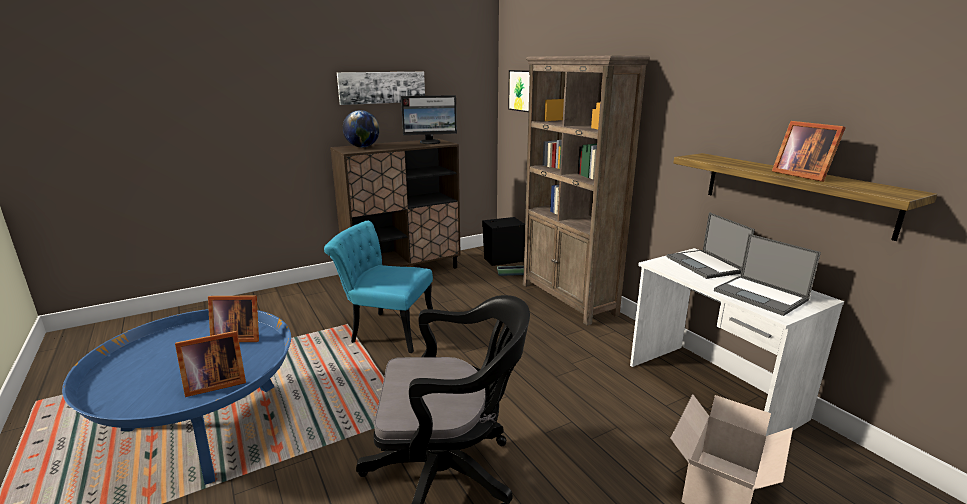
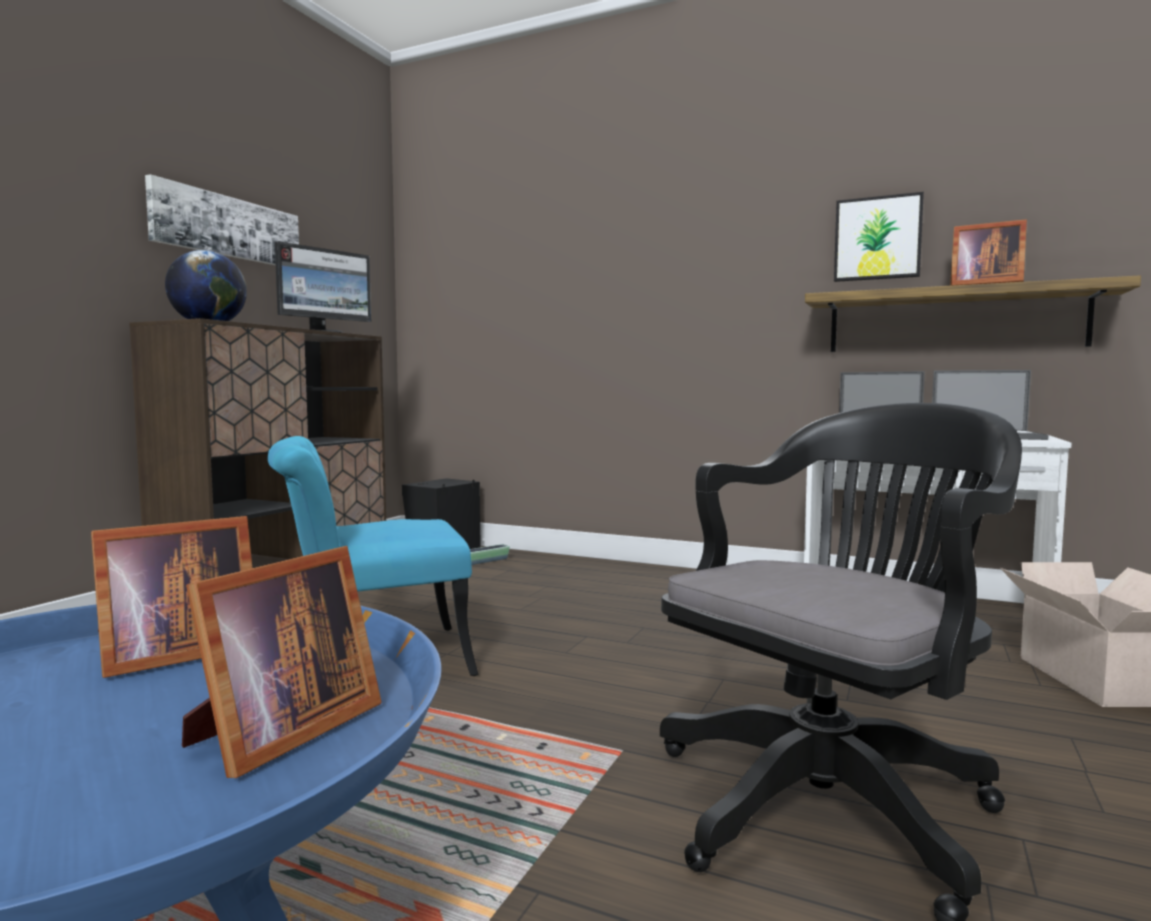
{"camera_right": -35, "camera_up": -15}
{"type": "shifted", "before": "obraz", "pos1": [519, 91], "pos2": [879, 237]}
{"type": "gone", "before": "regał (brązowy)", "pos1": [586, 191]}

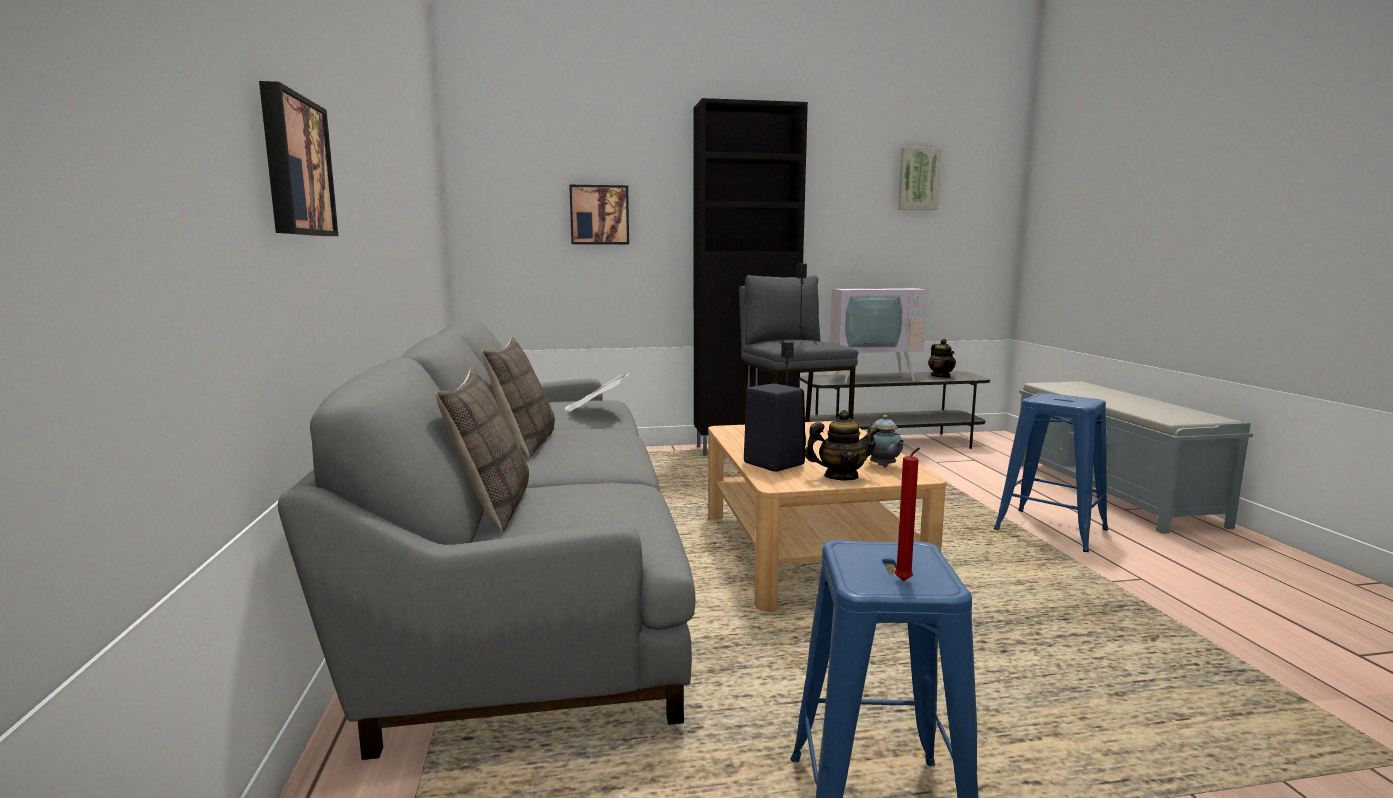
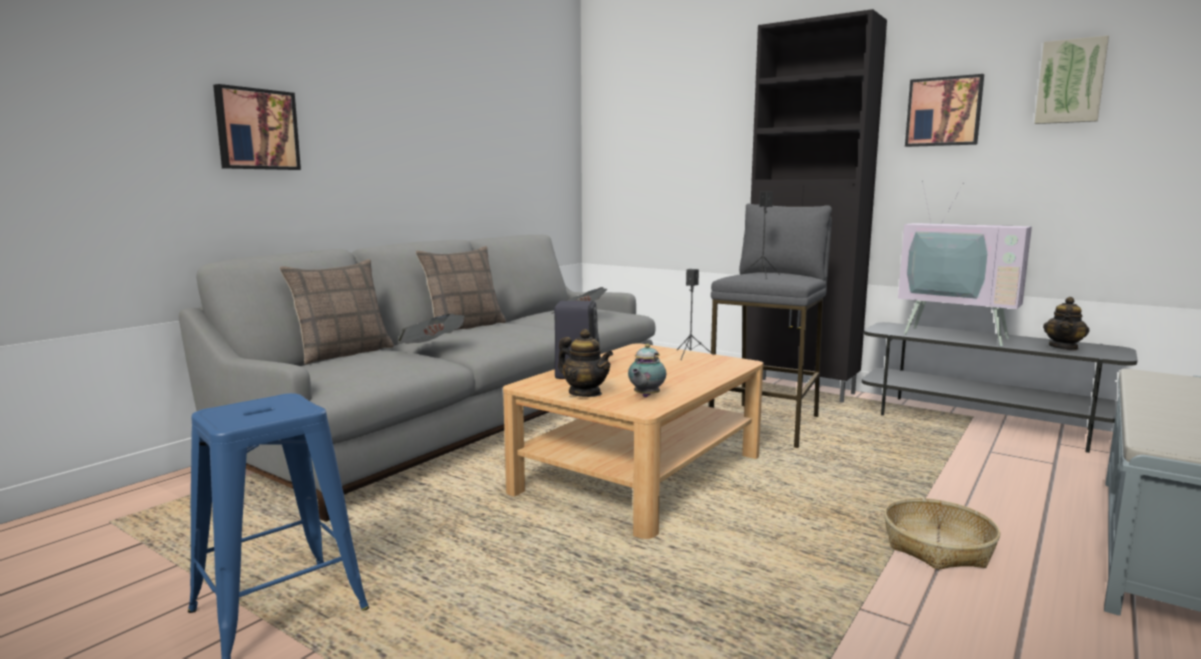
{"camera_right": 45, "camera_up": 0}
{"type": "new", "after": "gazeta", "pos2": [430, 329]}
{"type": "swapped", "before": "stołek (niebieski)", "after": "koszyk", "pos1": [1051, 472], "pos2": [942, 534]}
{"type": "shifted", "before": "obraz", "pos1": [599, 214], "pos2": [944, 110]}
{"type": "gone", "before": "świeca (czerwony)", "pos1": [907, 514]}

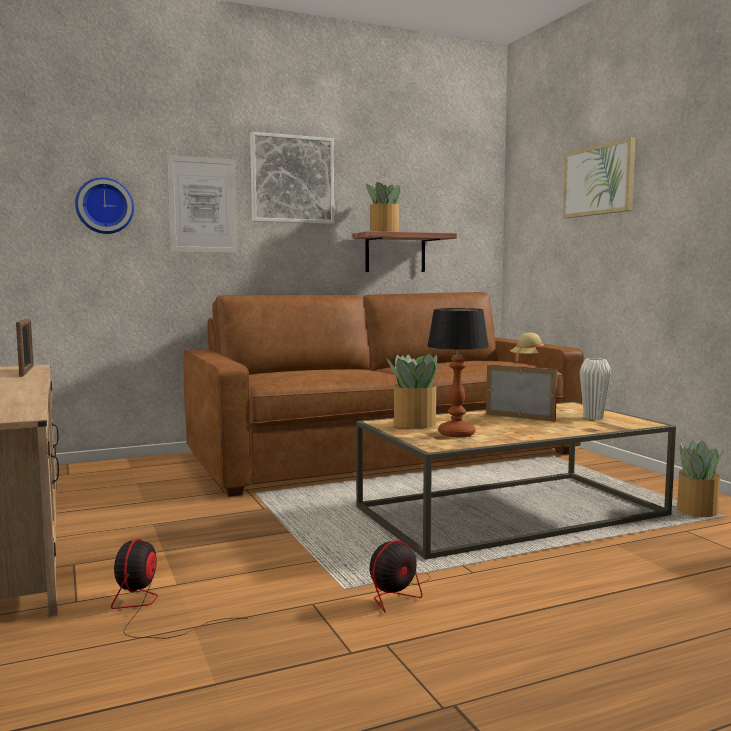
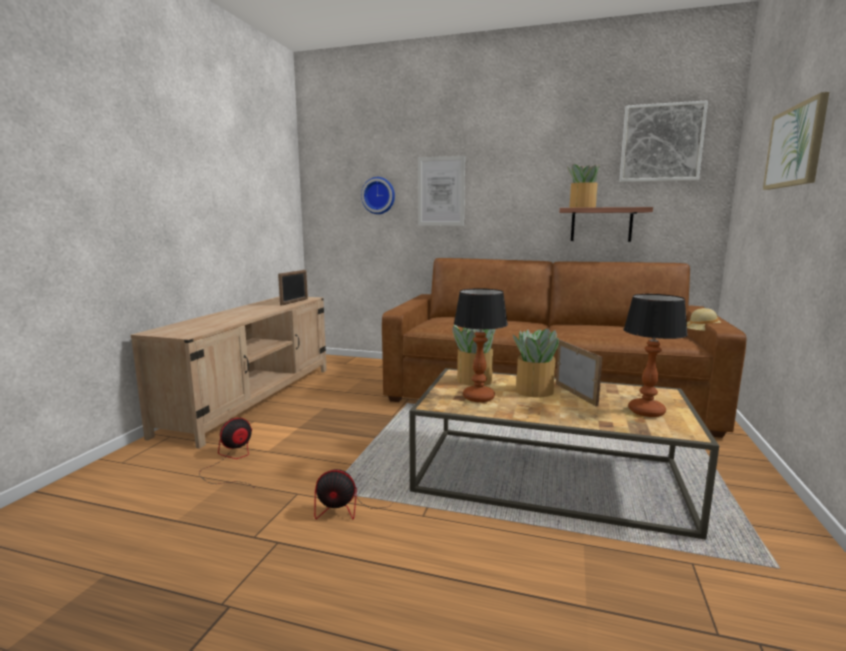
{"camera_right": 40, "camera_up": 5}
{"type": "shifted", "before": "roślina doniczkowa", "pos1": [700, 478], "pos2": [536, 363]}
{"type": "shifted", "before": "obraz", "pos1": [292, 178], "pos2": [663, 141]}
{"type": "swapped", "before": "wazon (biały)", "after": "lampa stołowa", "pos1": [595, 389], "pos2": [656, 355]}

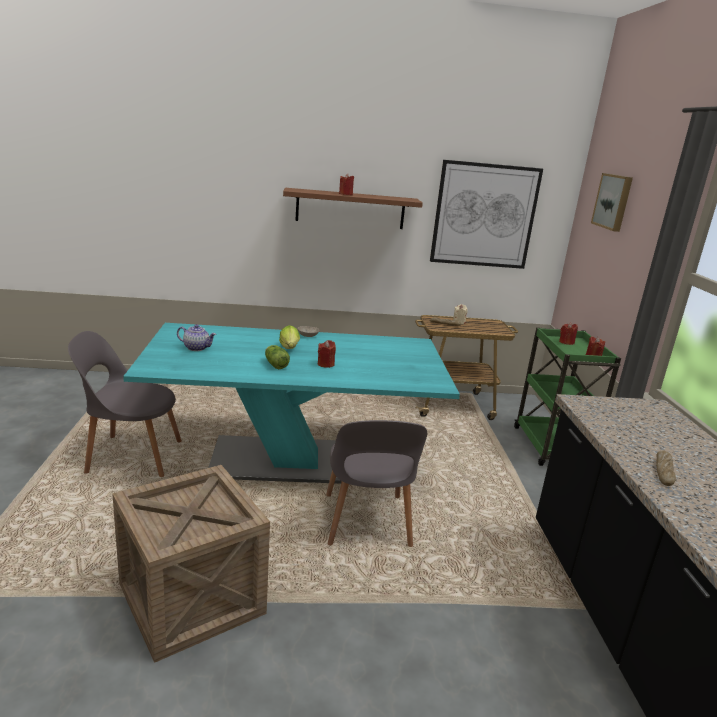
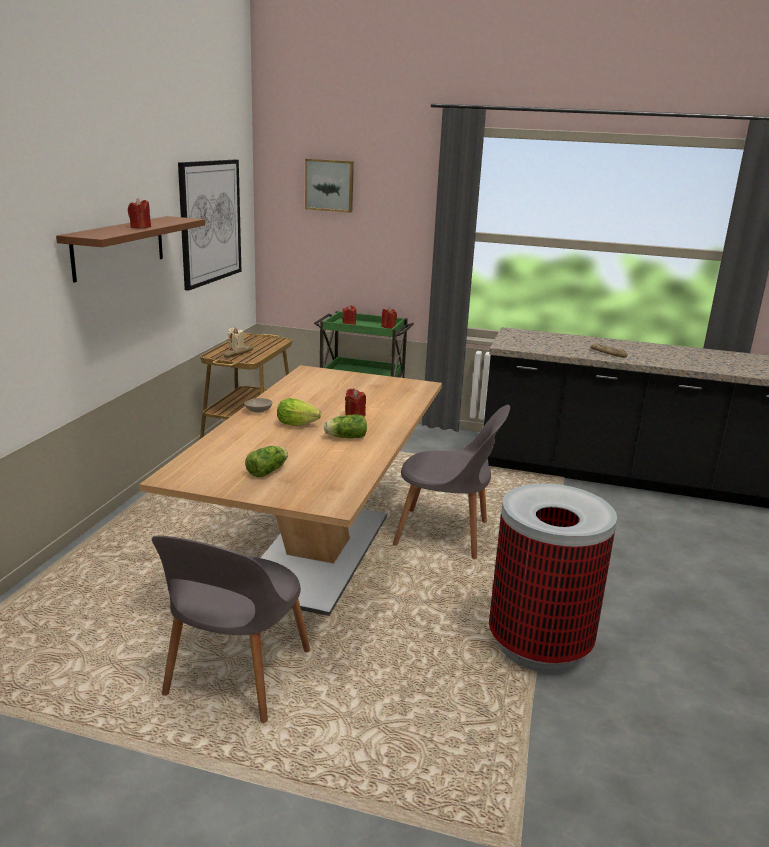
{"camera_right": -70, "camera_up": 0}
{"type": "repainted", "before": "stół jadalny (turkusowy)", "after": "stół jadalny (beżowy)", "pos1": [291, 403], "pos2": [290, 490]}
{"type": "swapped", "before": "imbryk", "after": "sałata", "pos1": [196, 337], "pos2": [266, 461]}
{"type": "swapped", "before": "skrzynka", "after": "kosz na śmieci", "pos1": [191, 564], "pos2": [553, 578]}

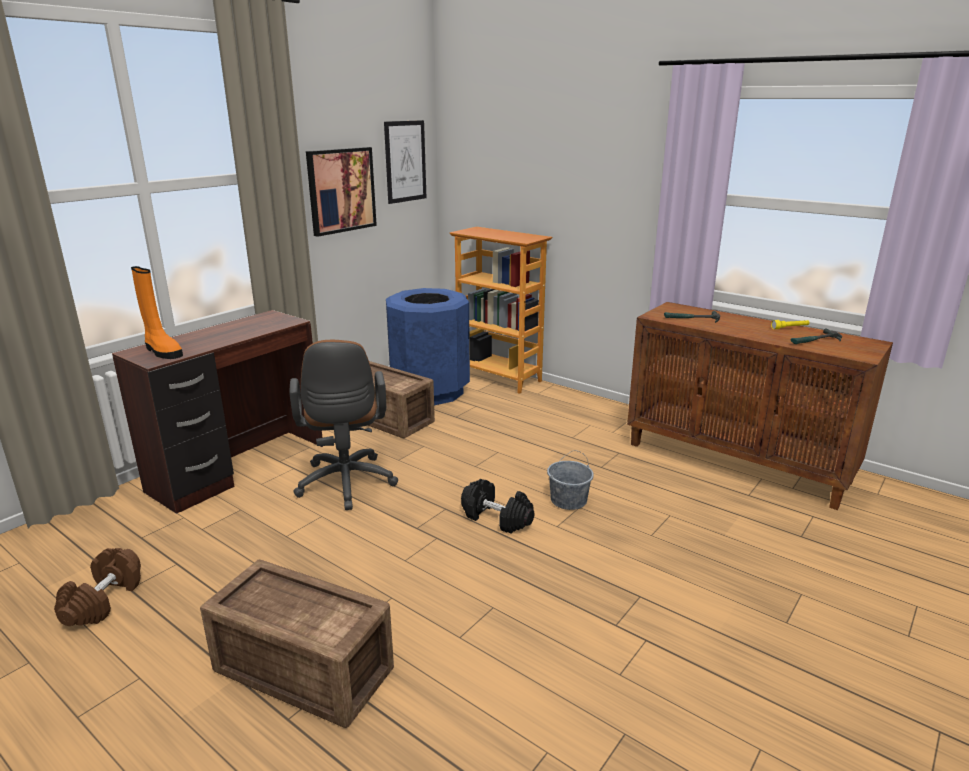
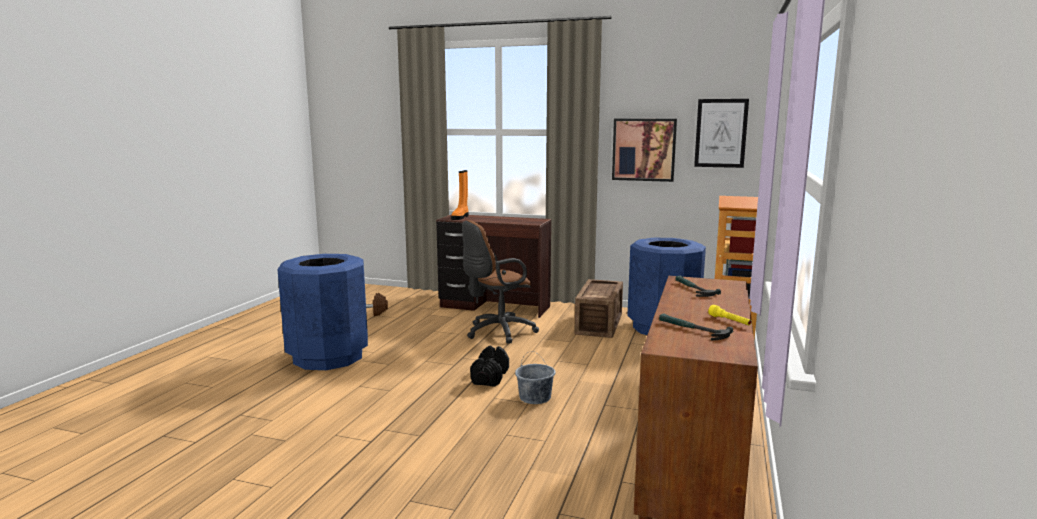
{"camera_right": 70, "camera_up": -10}
{"type": "swapped", "before": "skrzynka", "after": "kosz na śmieci (niebieski)", "pos1": [297, 644], "pos2": [323, 312]}

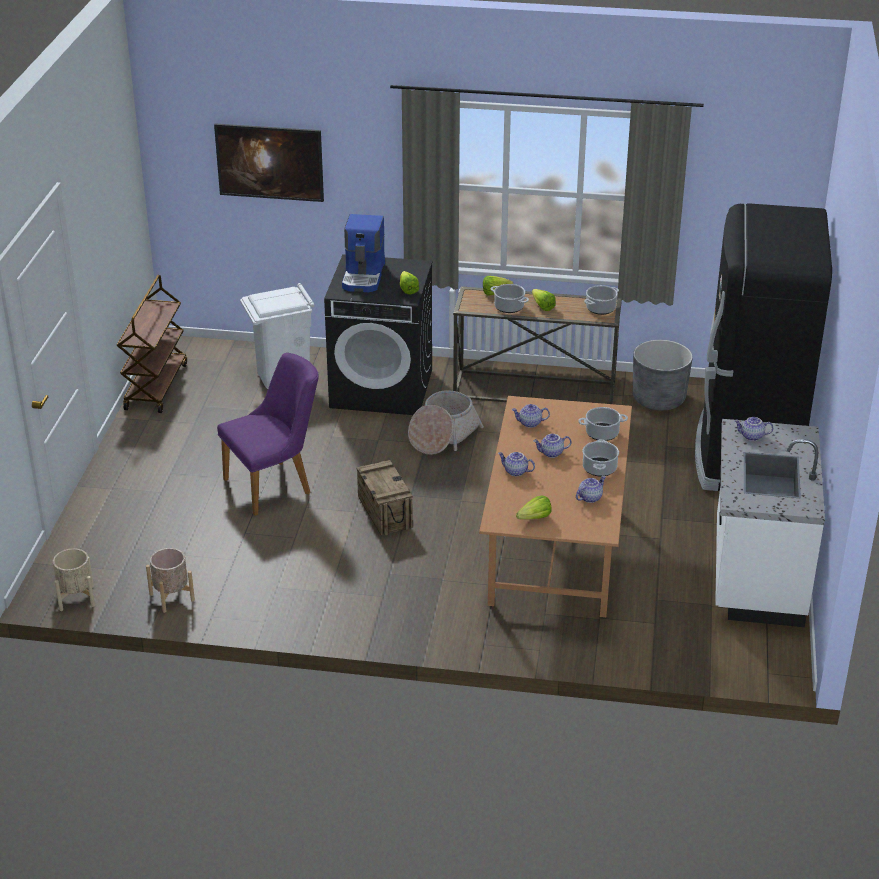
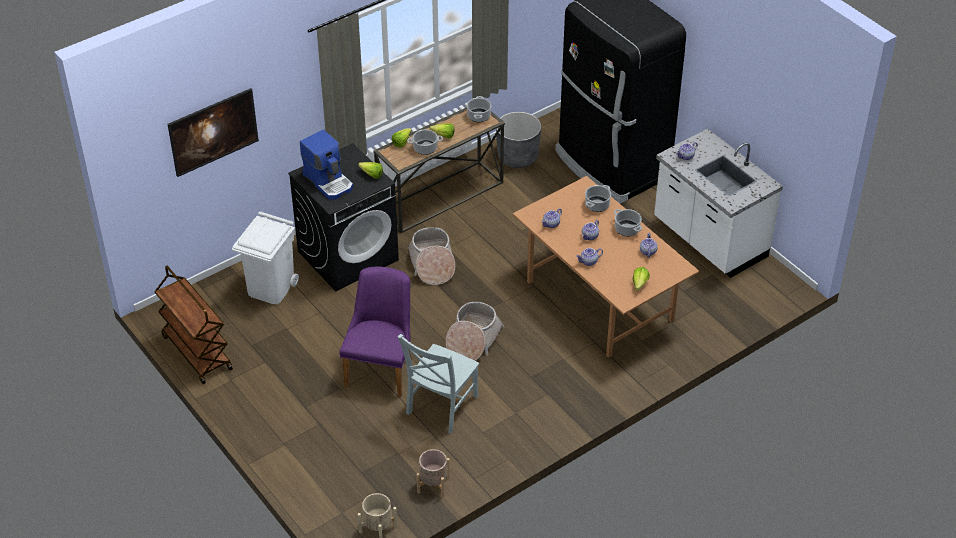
{"camera_right": -45, "camera_up": 10}
{"type": "new", "after": "krzesło (szary)", "pos2": [438, 384]}
{"type": "swapped", "before": "skrzynka", "after": "koszyk", "pos1": [384, 498], "pos2": [475, 331]}

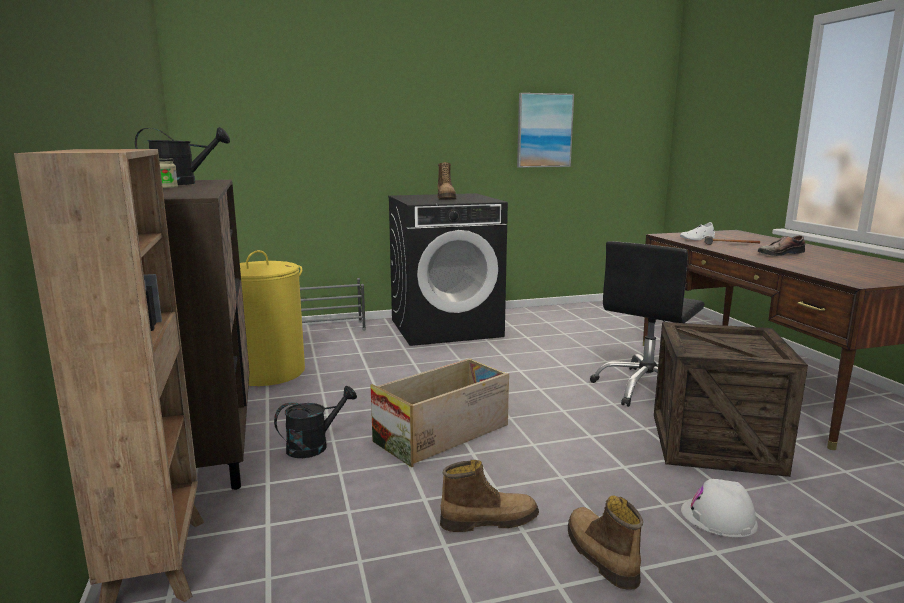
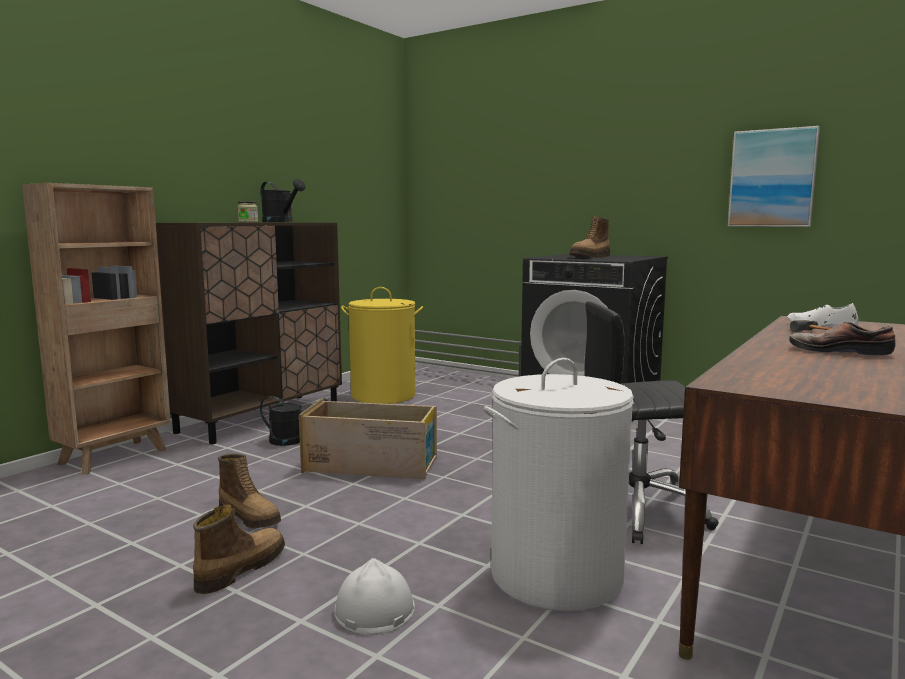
{"camera_right": 50, "camera_up": -5}
{"type": "swapped", "before": "skrzynka", "after": "kosz na pranie (biały)", "pos1": [731, 399], "pos2": [559, 484]}

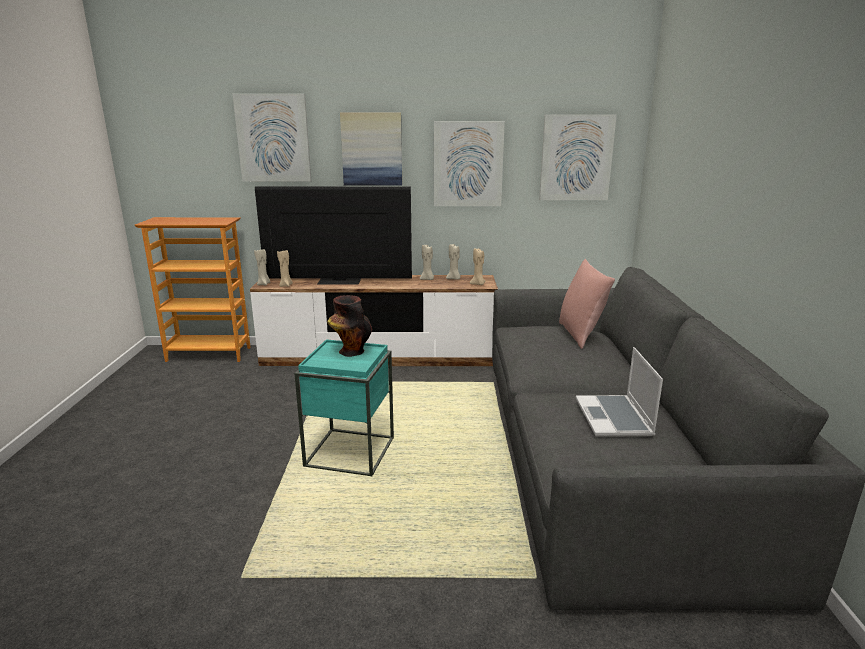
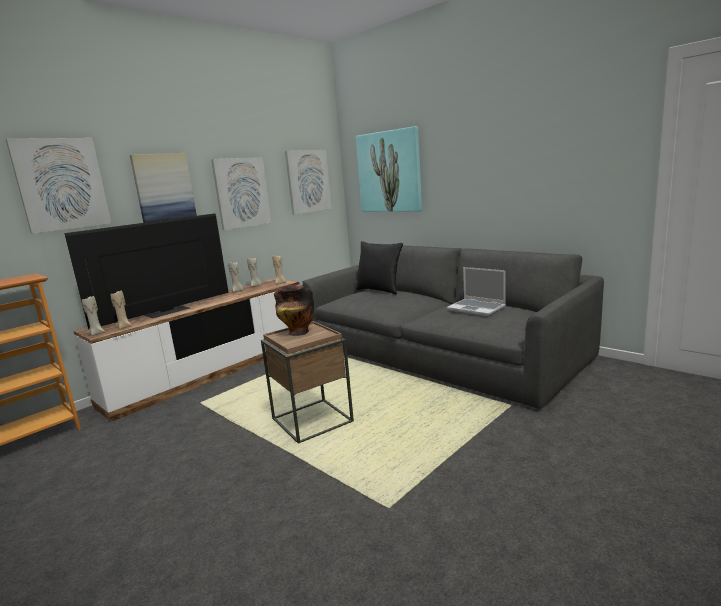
{"camera_right": -45, "camera_up": -5}
{"type": "repainted", "before": "stolik (turkusowy)", "after": "stolik (brązowy)", "pos1": [344, 407], "pos2": [307, 382]}
{"type": "new", "after": "obraz", "pos2": [389, 169]}
{"type": "repainted", "before": "poduszka (różowy)", "after": "poduszka (czarny)", "pos1": [587, 304], "pos2": [379, 268]}

